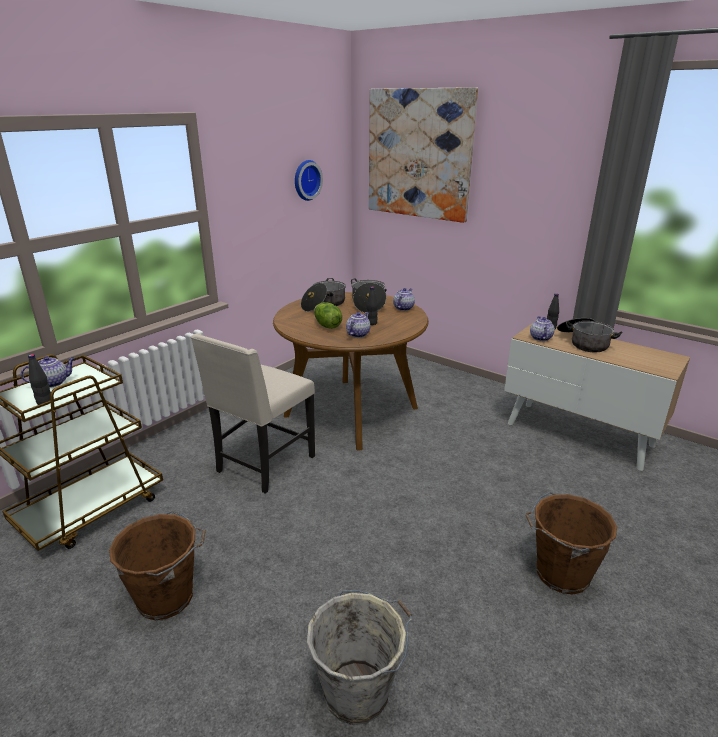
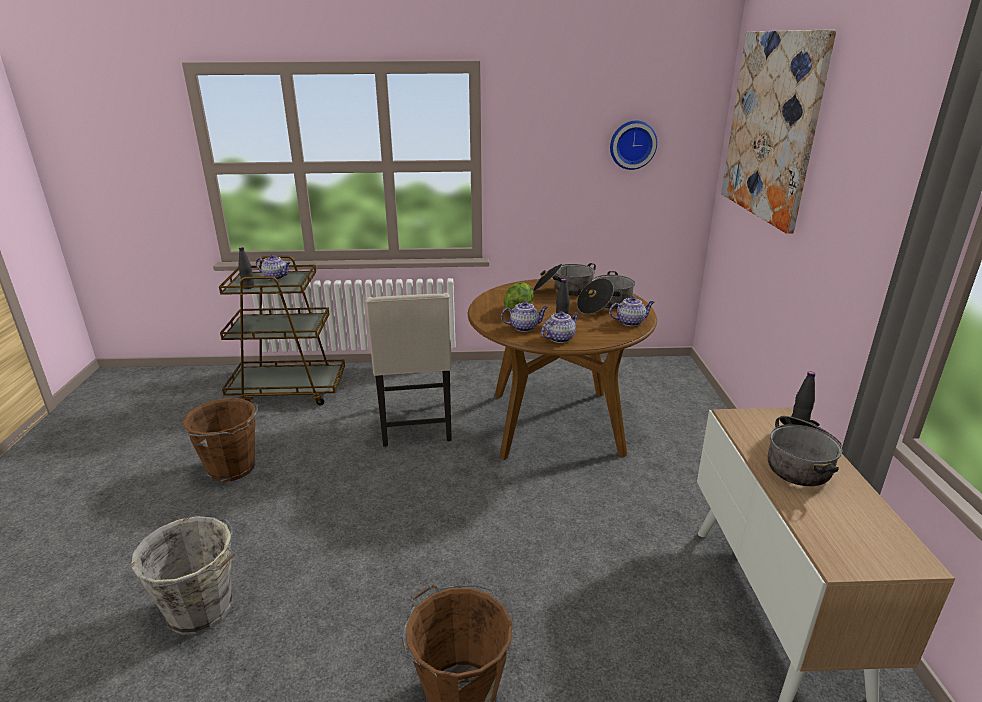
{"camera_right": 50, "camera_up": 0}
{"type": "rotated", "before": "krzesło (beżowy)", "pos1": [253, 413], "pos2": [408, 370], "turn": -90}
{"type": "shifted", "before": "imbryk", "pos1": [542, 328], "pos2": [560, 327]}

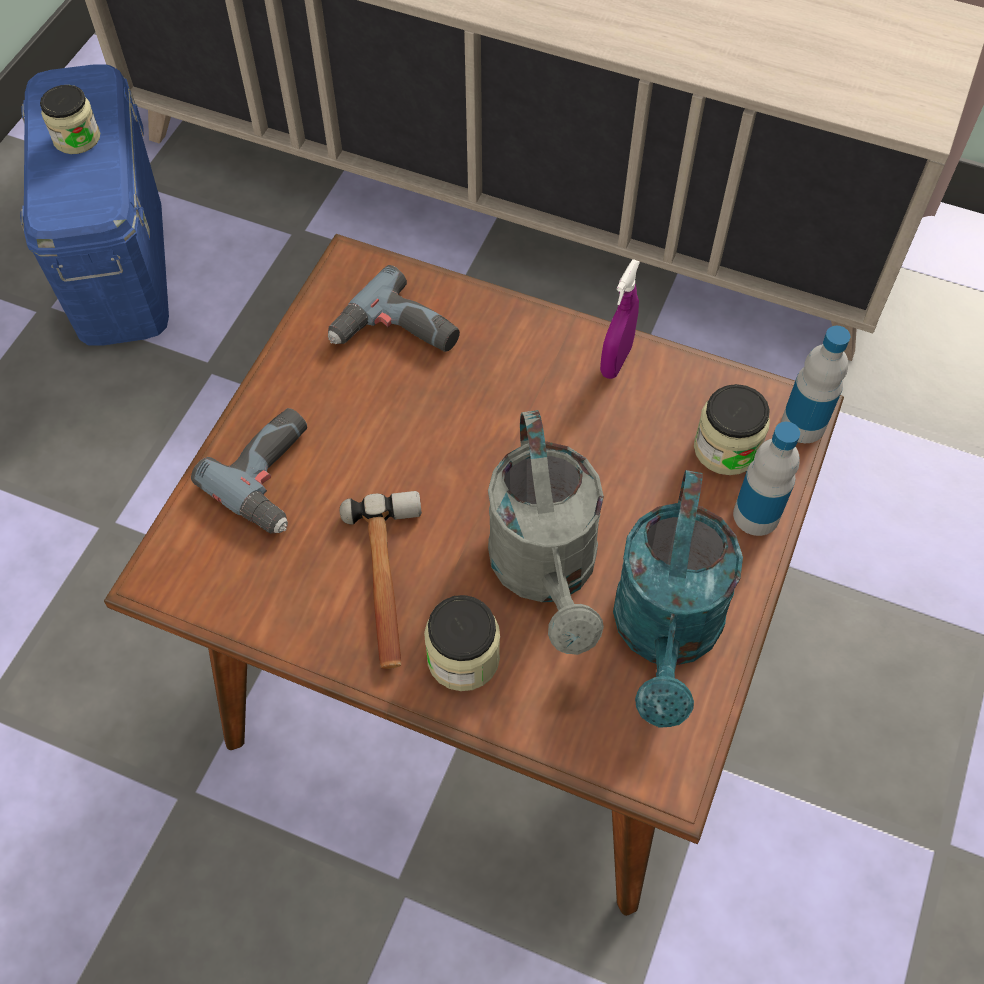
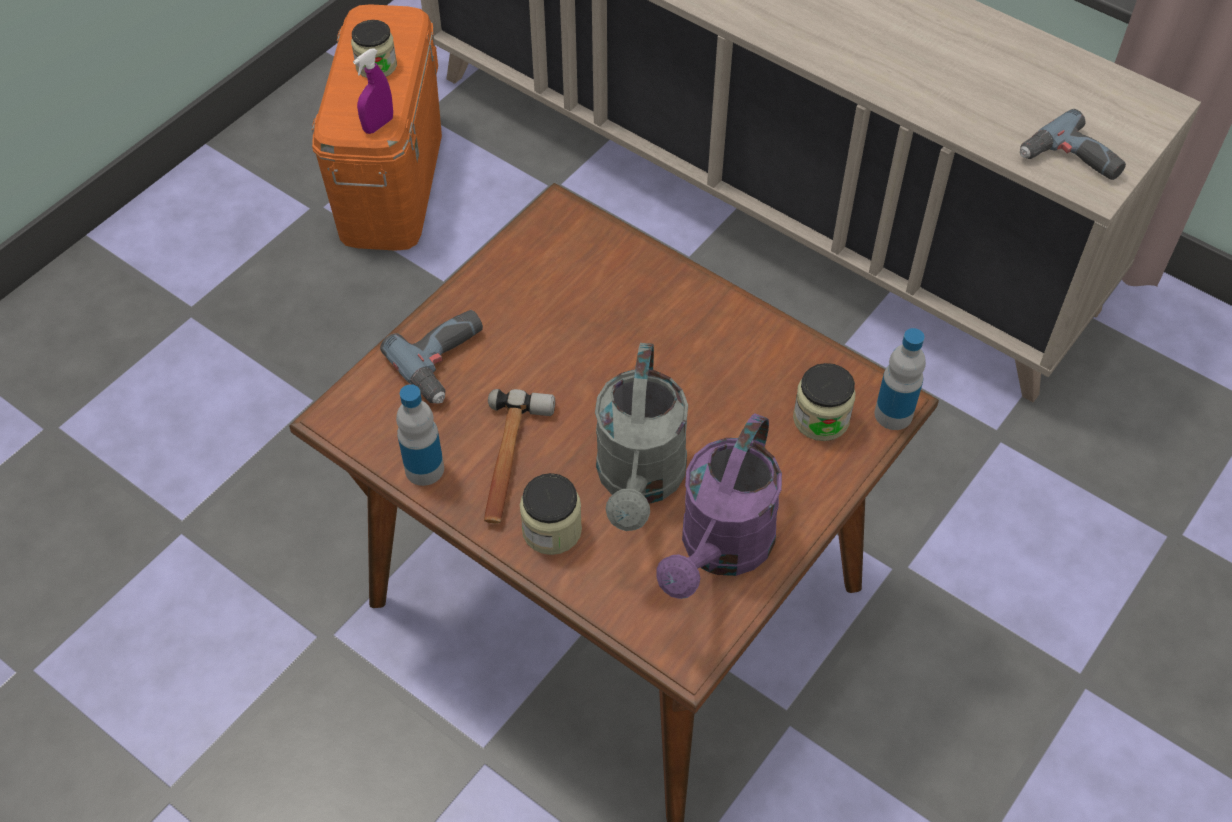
{"camera_right": 15, "camera_up": -5}
{"type": "repainted", "before": "pojemnik do przechowywania (niebieski)", "after": "pojemnik do przechowywania (pomarańczowy)", "pos1": [94, 205], "pos2": [377, 127]}
{"type": "shifted", "before": "spryskiwacz (fioletowy)", "pos1": [620, 319], "pos2": [373, 91]}
{"type": "shifted", "before": "butelka", "pos1": [766, 479], "pos2": [420, 435]}
{"type": "repainted", "before": "konewka (turkusowy)", "after": "konewka (fioletowy)", "pos1": [678, 599], "pos2": [719, 506]}
{"type": "shifted", "before": "wiertarka", "pos1": [394, 308], "pos2": [1073, 144]}

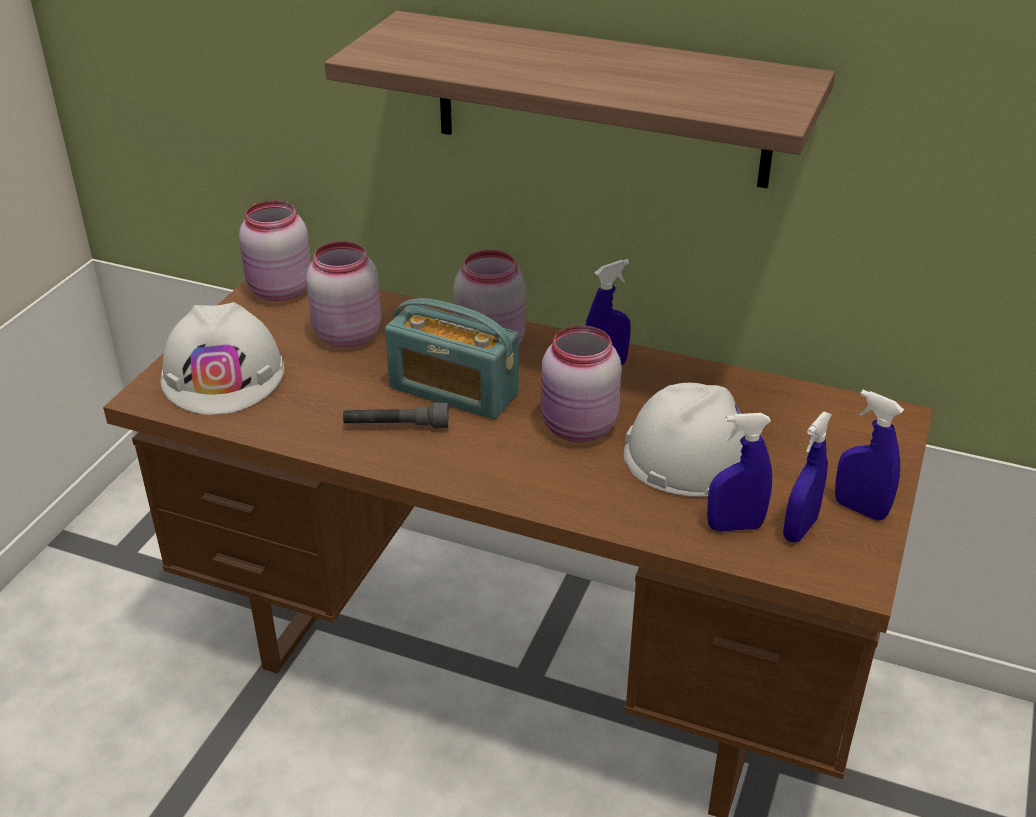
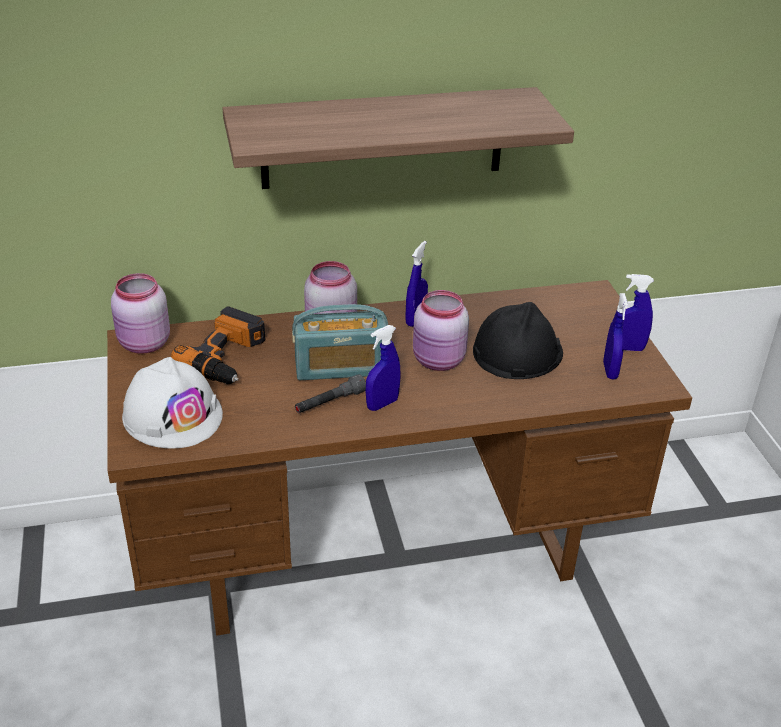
{"camera_right": -35, "camera_up": 0}
{"type": "swapped", "before": "słoik (różowy)", "after": "wiertarka", "pos1": [343, 294], "pos2": [218, 345]}
{"type": "shifted", "before": "spryskiwacz (niebieski)", "pos1": [739, 472], "pos2": [383, 368]}
{"type": "repainted", "before": "kask (biały)", "after": "kask (czarny)", "pos1": [684, 440], "pos2": [518, 340]}

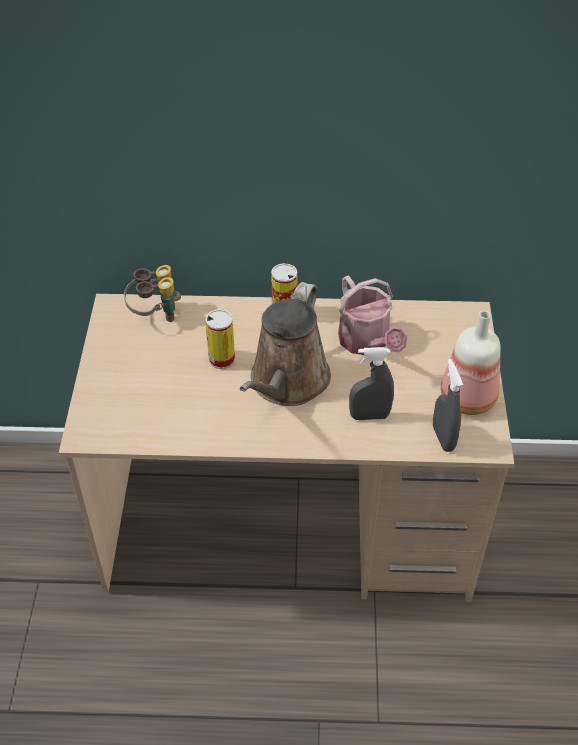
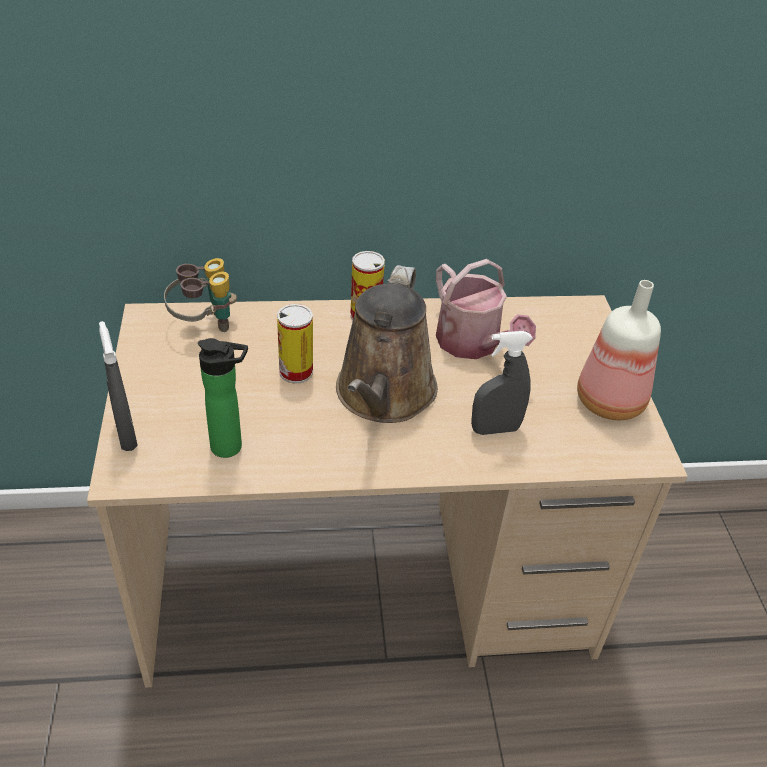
{"camera_right": -10, "camera_up": -5}
{"type": "shifted", "before": "spryskiwacz (szary)", "pos1": [448, 405], "pos2": [118, 386]}
{"type": "new", "after": "butelka", "pos2": [223, 398]}

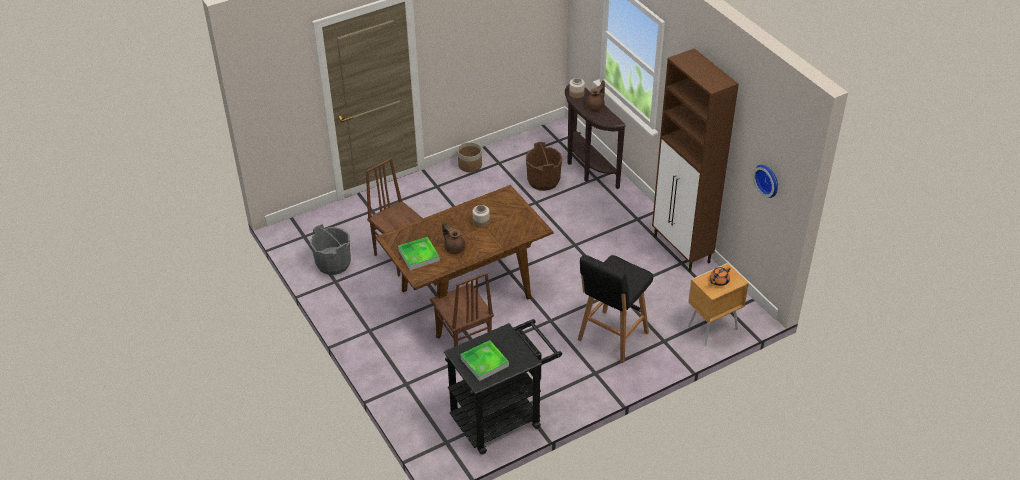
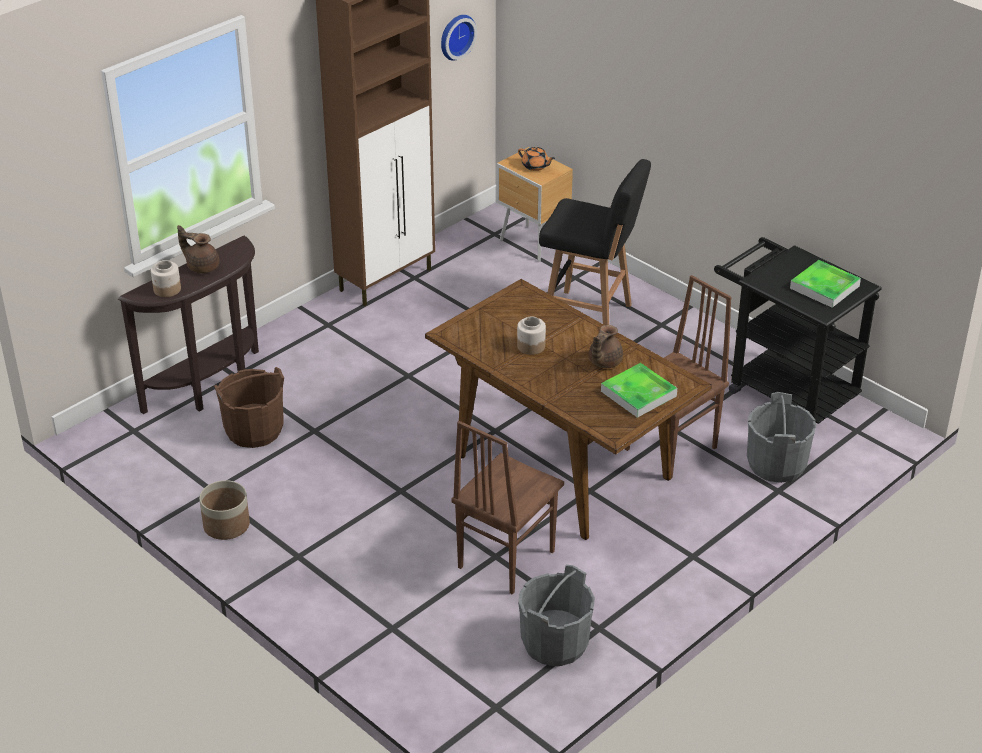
{"camera_right": -105, "camera_up": -5}
{"type": "new", "after": "wiadro (szary)", "pos2": [782, 437]}

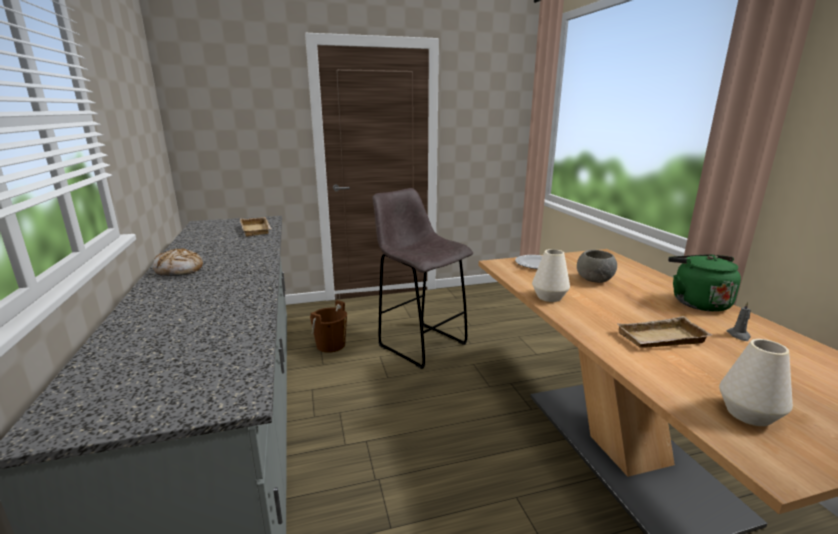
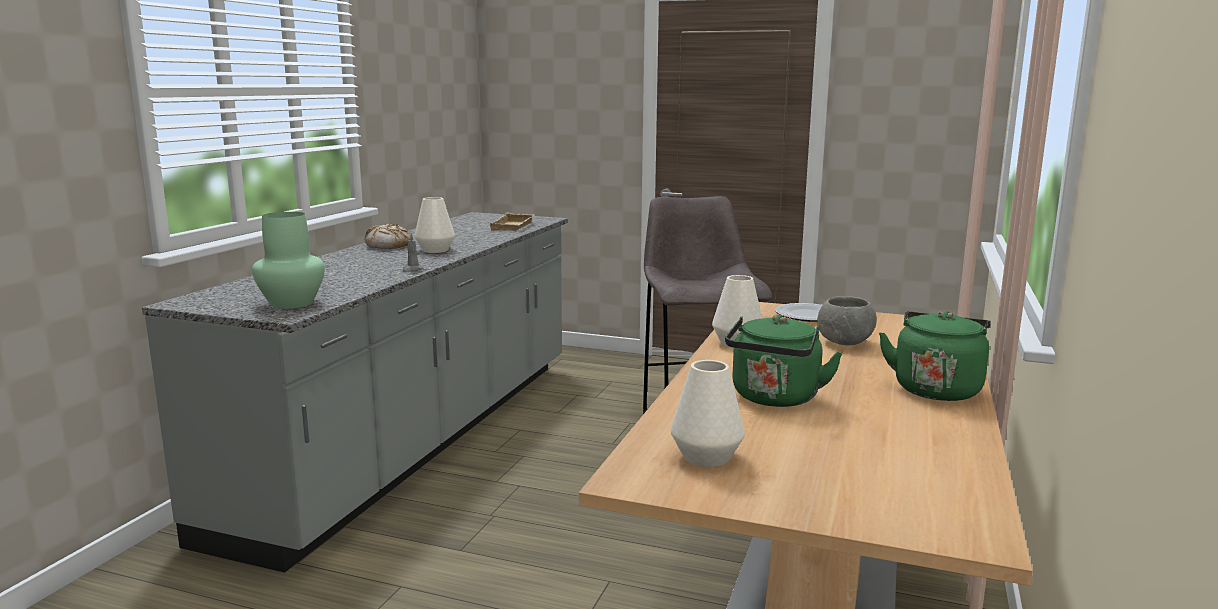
{"camera_right": 35, "camera_up": -5}
{"type": "new", "after": "wazon (zielony)", "pos2": [288, 260]}
{"type": "shifted", "before": "świeca (szary)", "pos1": [739, 321], "pos2": [413, 252]}
{"type": "new", "after": "wazon (biały)", "pos2": [434, 225]}
{"type": "swapped", "before": "taca (beżowy)", "after": "czajnik (zielony)", "pos1": [664, 332], "pos2": [784, 361]}
{"type": "gone", "before": "wiadro (brązowy)", "pos1": [328, 326]}

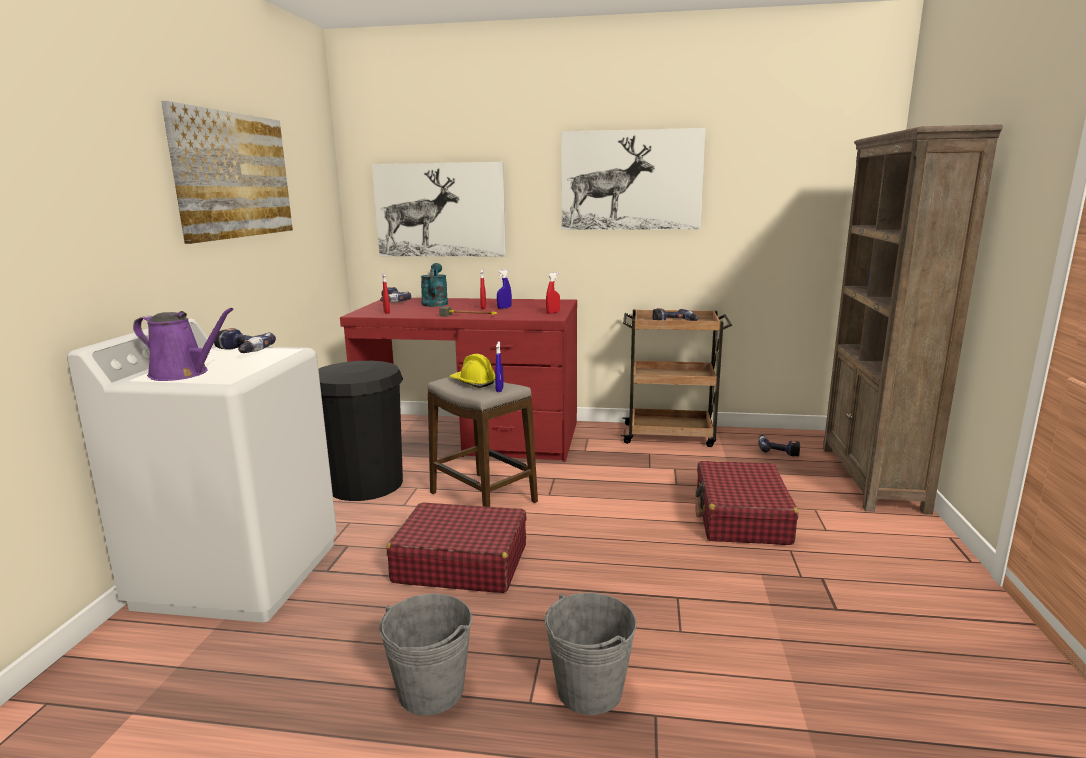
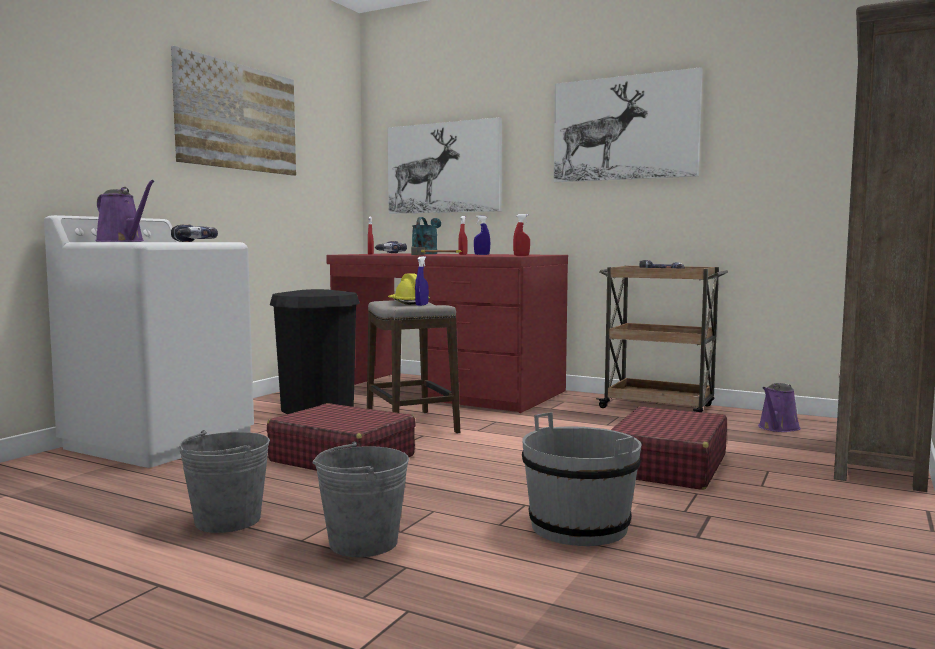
{"camera_right": 20, "camera_up": -10}
{"type": "new", "after": "wiadro (szary)", "pos2": [582, 479]}
{"type": "swapped", "before": "wiertarka", "after": "konewka (fioletowy)", "pos1": [779, 445], "pos2": [779, 407]}

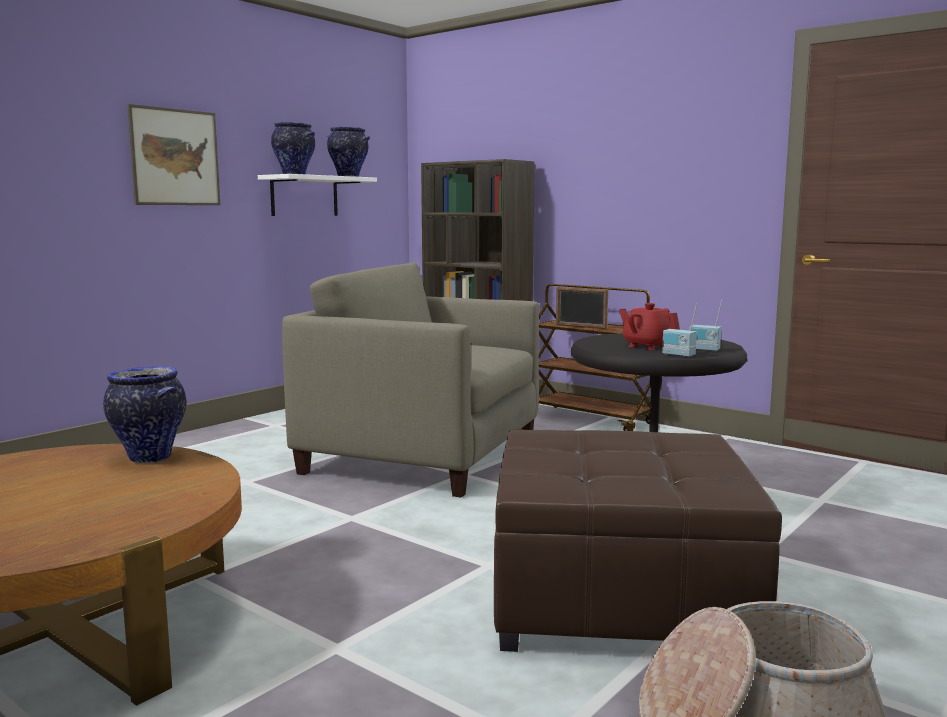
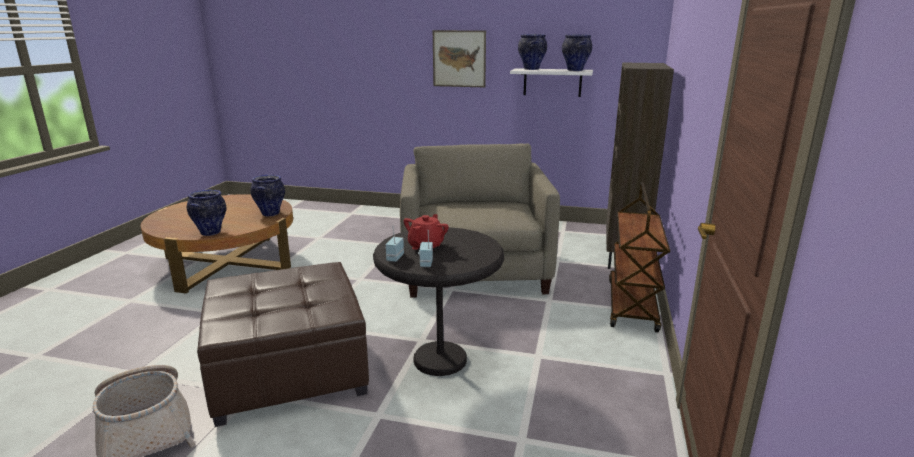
{"camera_right": 65, "camera_up": 10}
{"type": "new", "after": "wazon", "pos2": [206, 212]}
{"type": "gone", "before": "ramka na zdjęcie", "pos1": [582, 308]}

